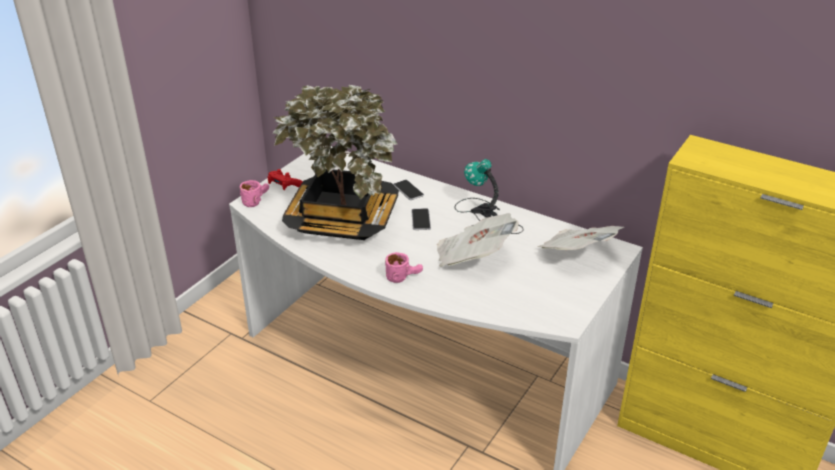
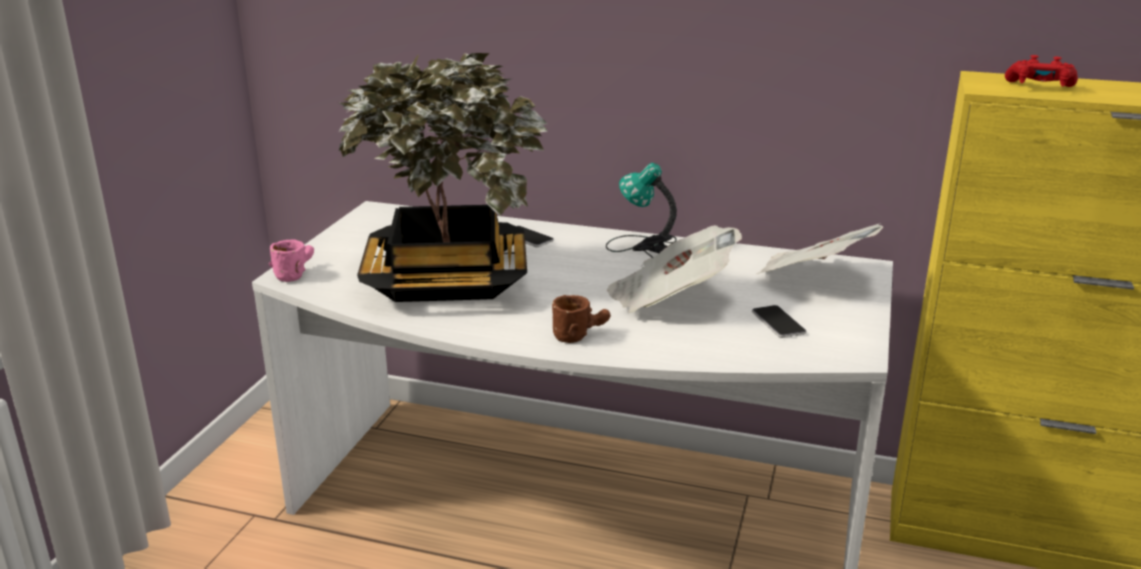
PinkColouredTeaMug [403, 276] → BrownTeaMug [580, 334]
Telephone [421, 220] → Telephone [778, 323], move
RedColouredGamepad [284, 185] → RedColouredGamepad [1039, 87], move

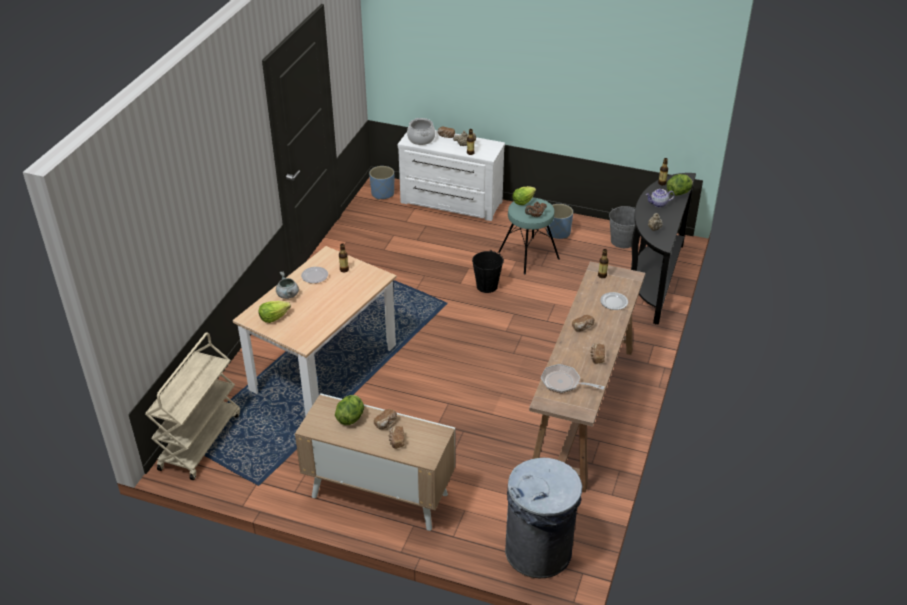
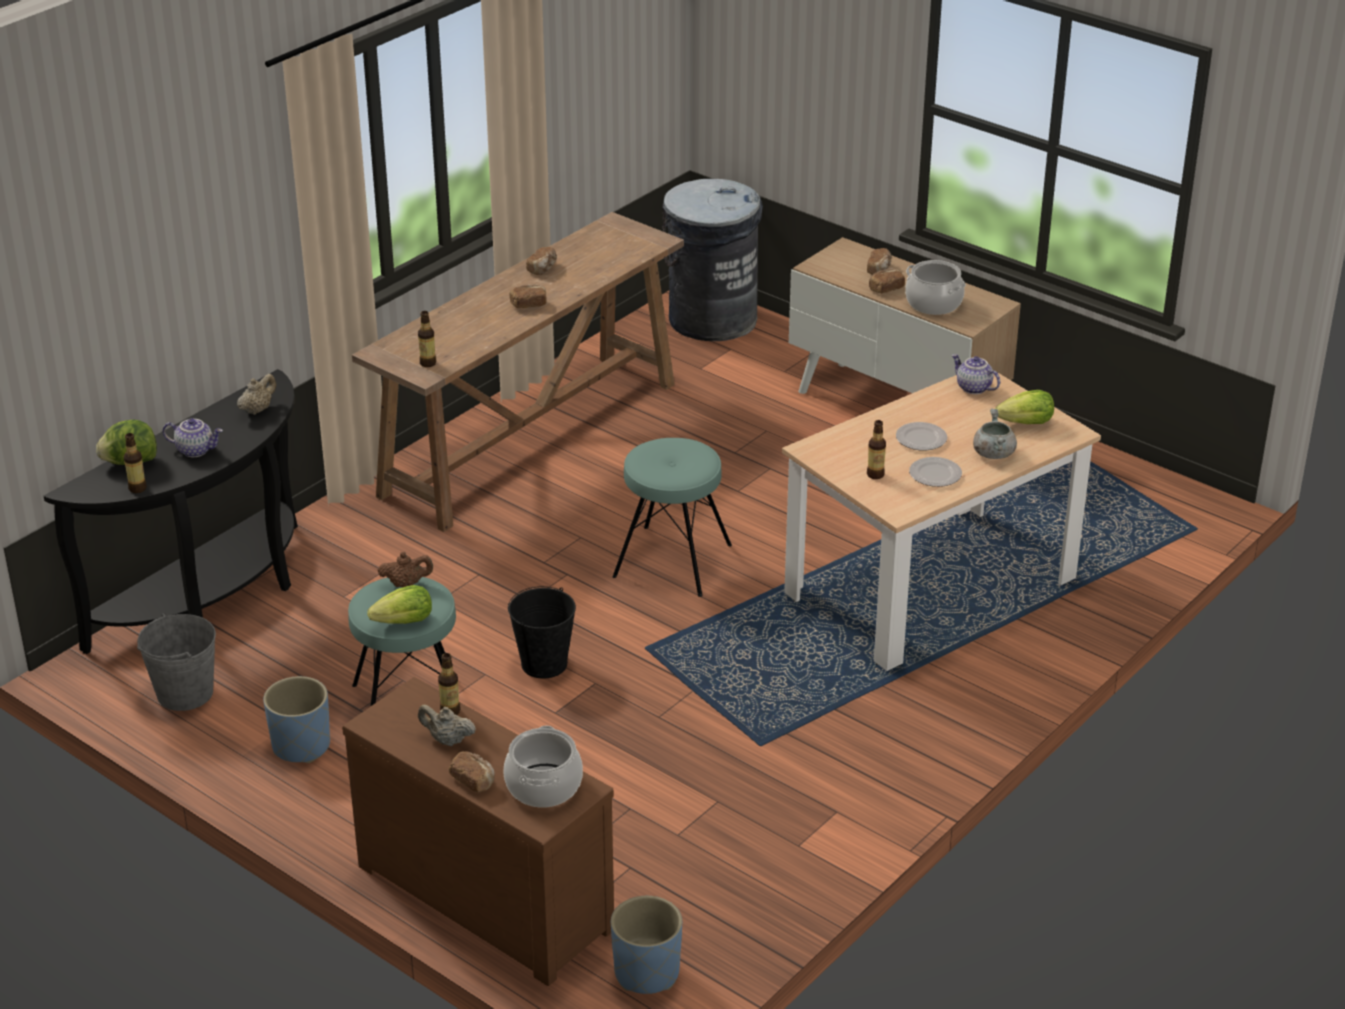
WhitishDrawerChest [450, 203] → BrownDrawerChest [489, 893]
- → TurquoiseSittingStool [672, 561]
Plate [614, 302] → Plate [920, 439], move
HeadOfLettuce [351, 417] → Saucepot [934, 303]
- → Teapot [973, 388]
SandColouredTrolley [200, 440] → -
Pan [564, 383] → -

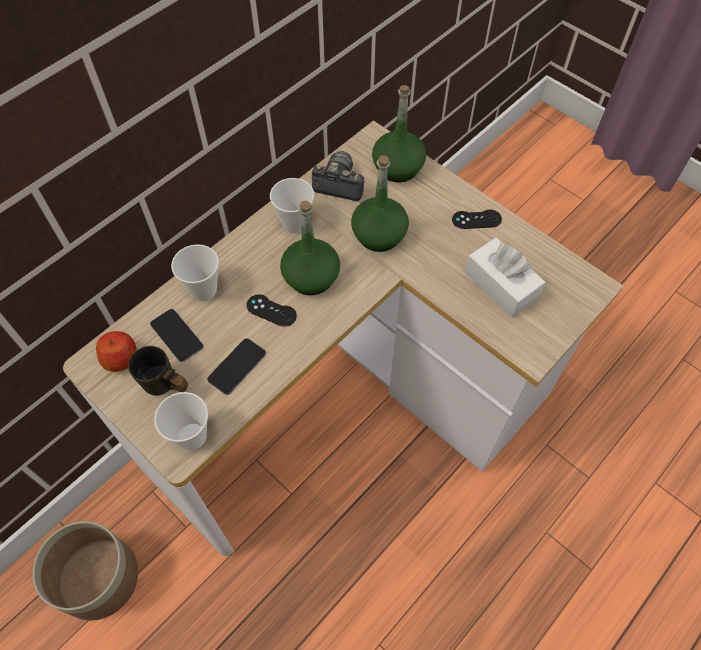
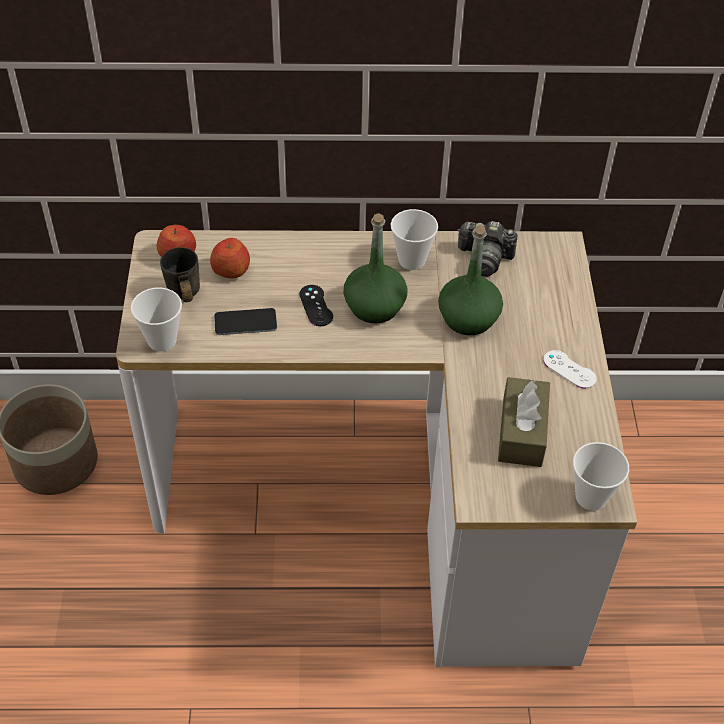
Telephone [176, 335] → Apple [231, 270]
PhotoCamera [339, 184] → PhotoCamera [485, 258], 135 degrees clockwise
WhitishTissueBox [501, 285] → BrownTissueBox [522, 432]
BlackishGamepad [476, 219] → WhitishGamepad [569, 369]
SmallCup [203, 290] → SmallCup [591, 497], move
GreenishDrinkBottle [397, 167] → -

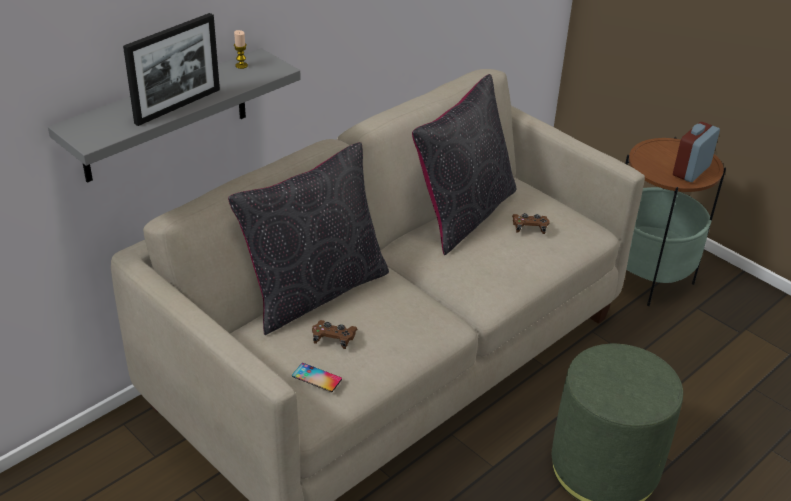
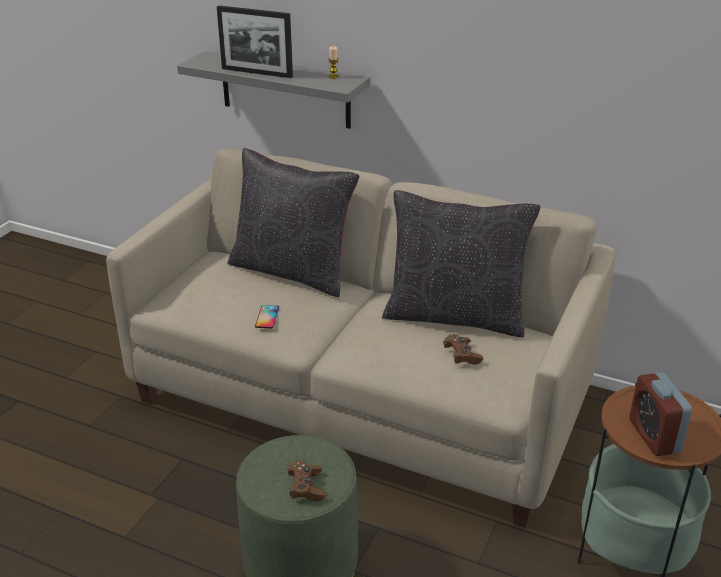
Telephone [316, 377] → Telephone [267, 317], move
BrownGamepad [333, 339] → BrownGamepad [306, 487], move
BedsideClock [691, 170] → BedsideClock [654, 436], 120 degrees counterclockwise

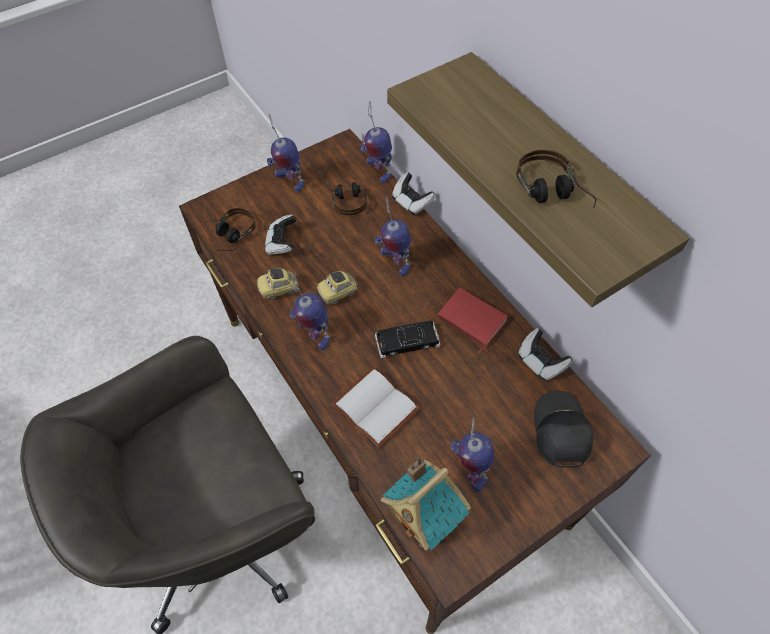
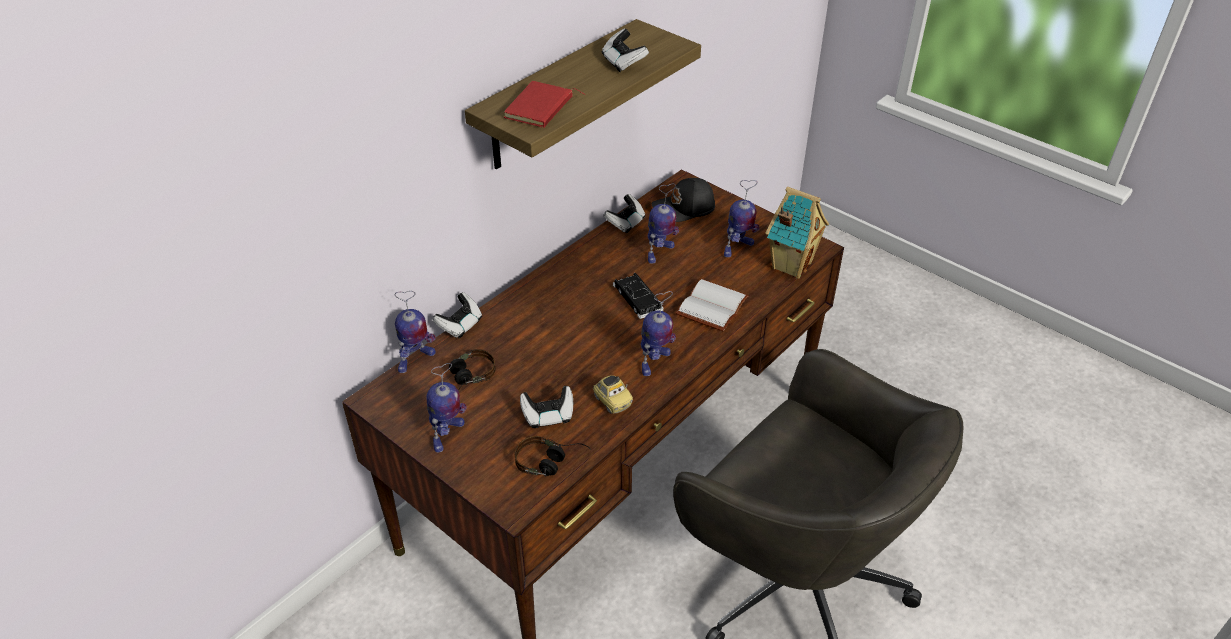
RedColouredVolume [470, 320] → RedColouredVolume [541, 109], move
Headset [552, 195] → Gamepad [623, 62]
ToyRobot [394, 261] → ToyRobot [659, 253], move
MiniatureCar [338, 293] → -

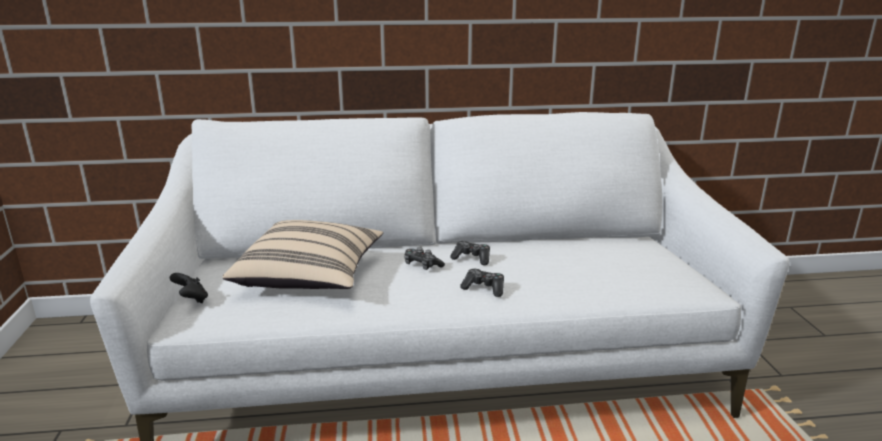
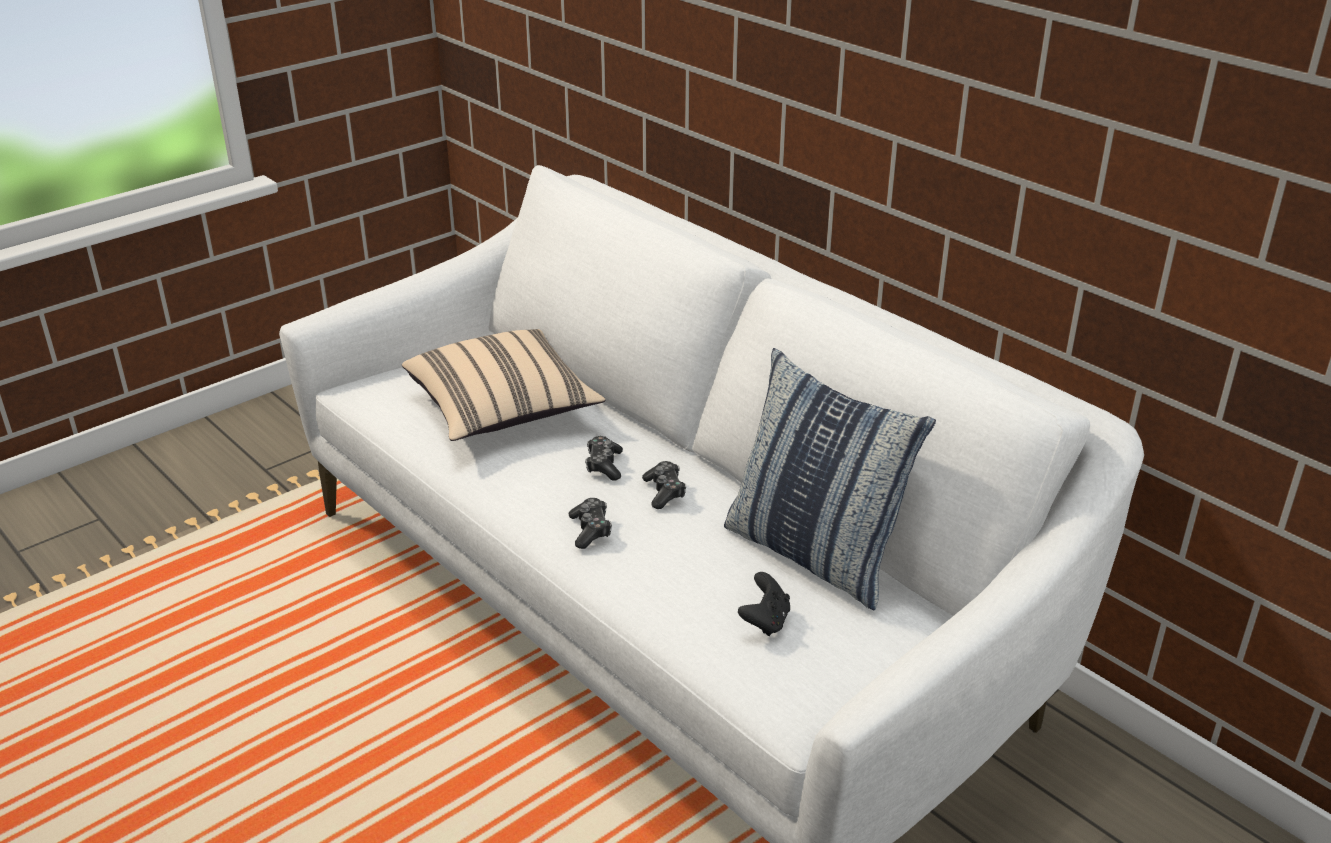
- → Cushion [814, 554]
BlackishGamepad [192, 300] → BlackishGamepad [765, 621], move

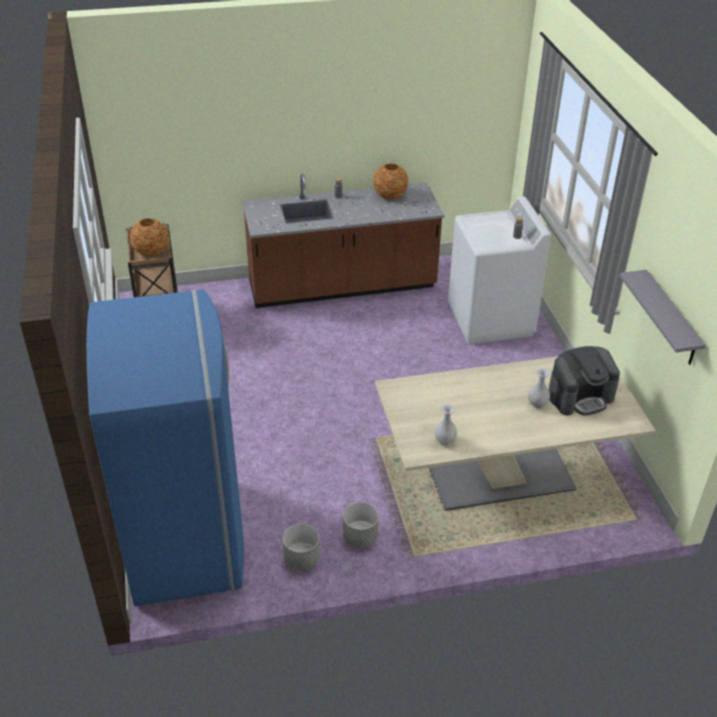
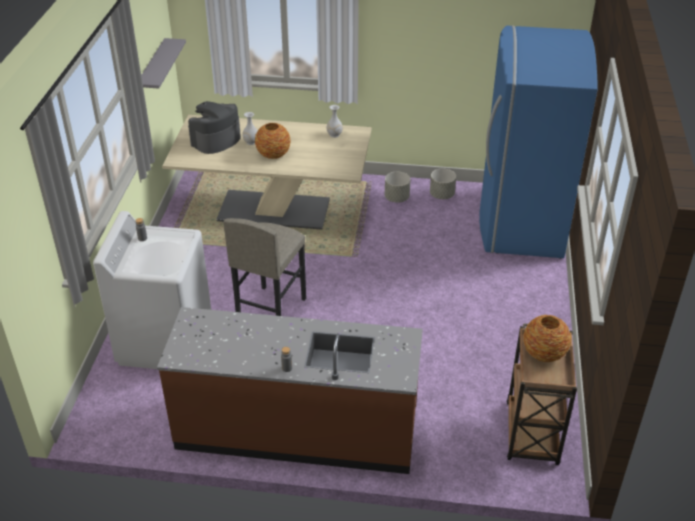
CoffeeMachine [580, 396] → CoffeeMachine [216, 140], 45 degrees counterclockwise
- → GraySittingStool [270, 311]
DecorativeVase [389, 195] → DecorativeVase [273, 155], move

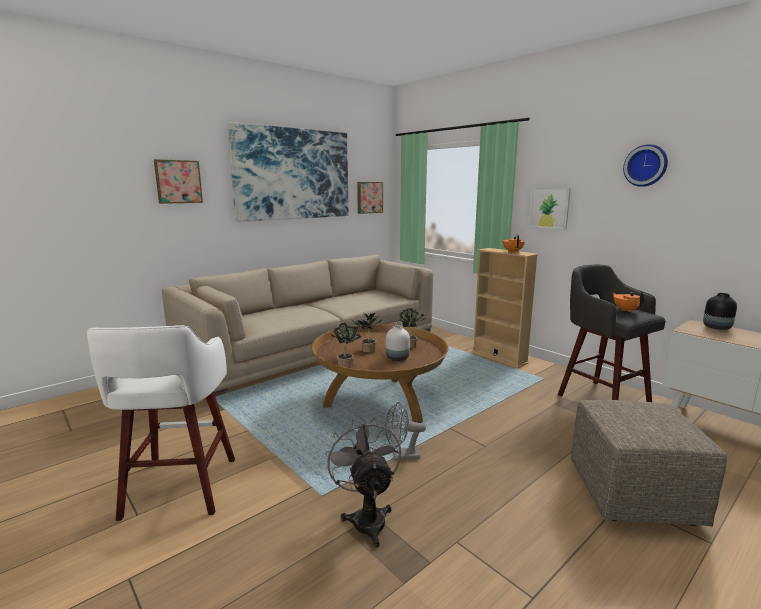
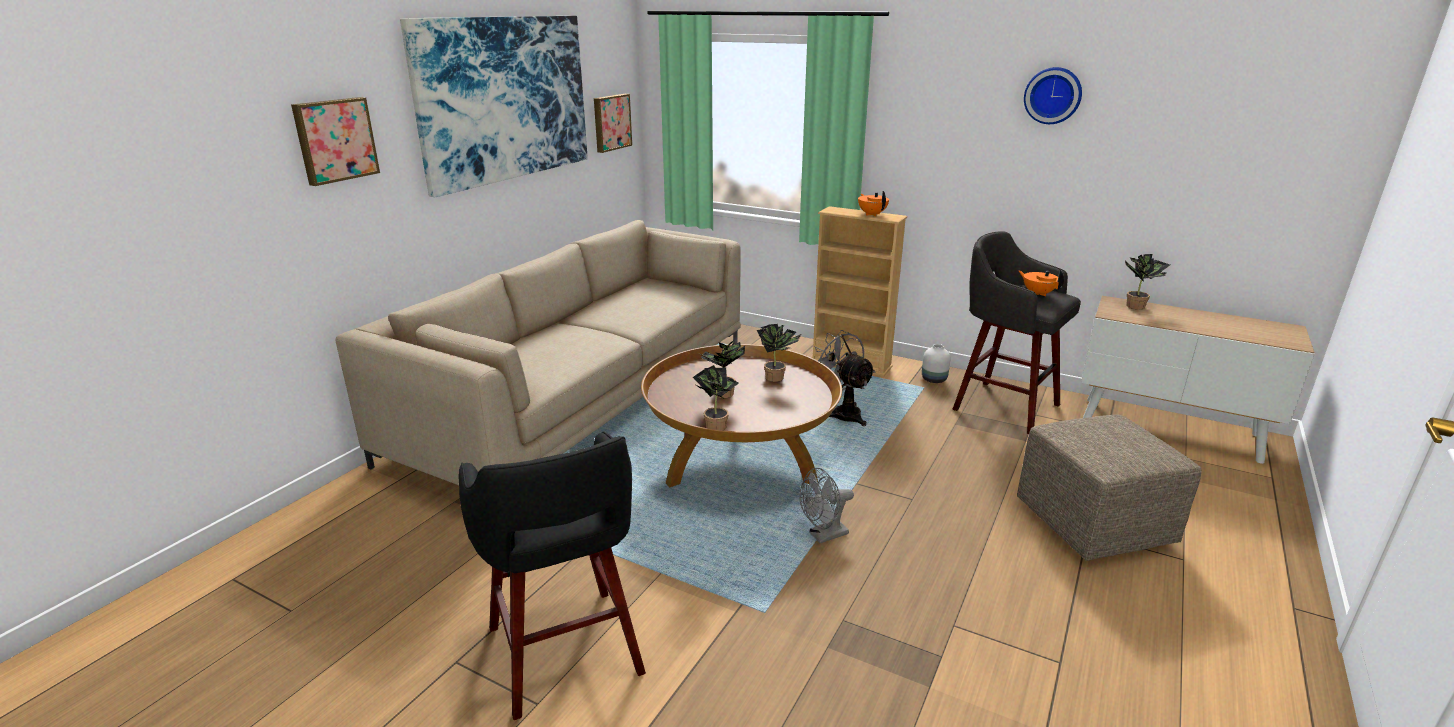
WhitishSittingStool [179, 489] → BlackishSittingStool [566, 654]
GrayElectricFan [367, 517] → GrayElectricFan [841, 413], move
WhitishDecorativeVase [397, 358] → WhitishDecorativeVase [933, 379], move
BlackishDecorativeVase [717, 328] → PottedPlant [1136, 305]
WallPicture [549, 207] → -

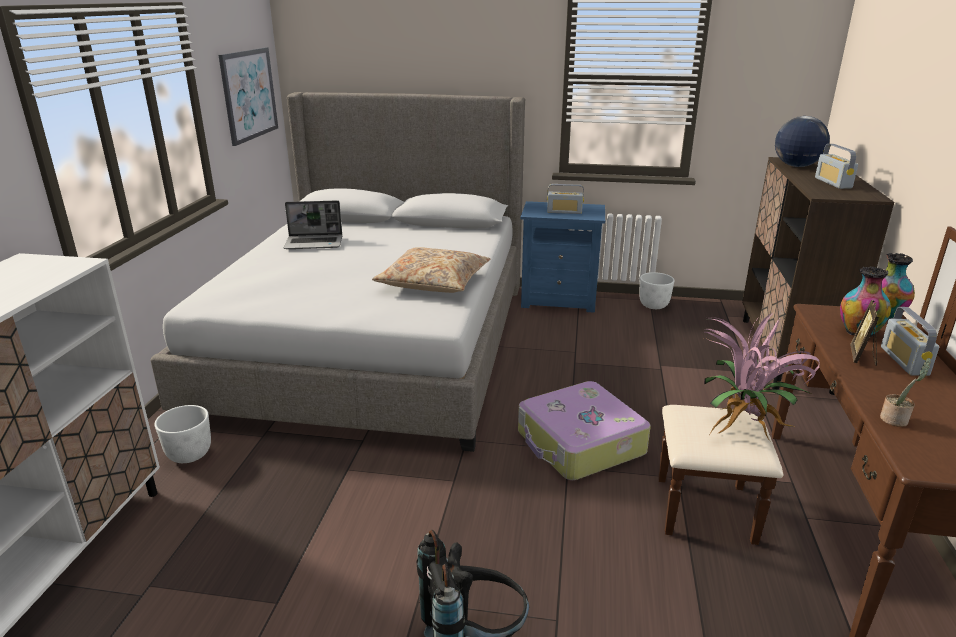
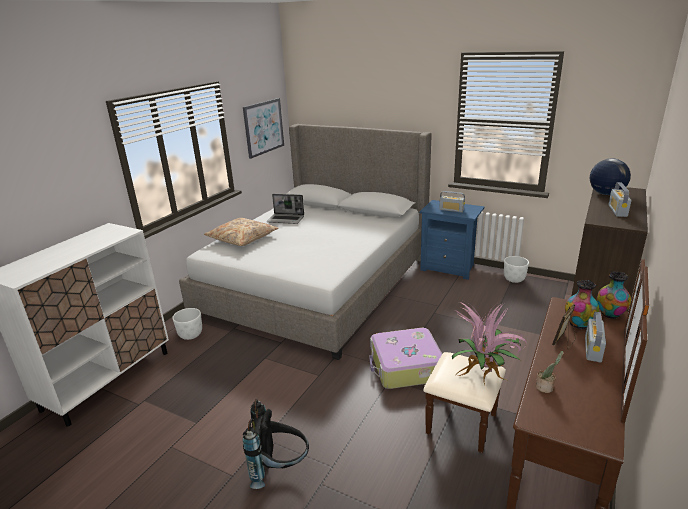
SandColouredCushion [433, 282] → SandColouredCushion [242, 238], move

